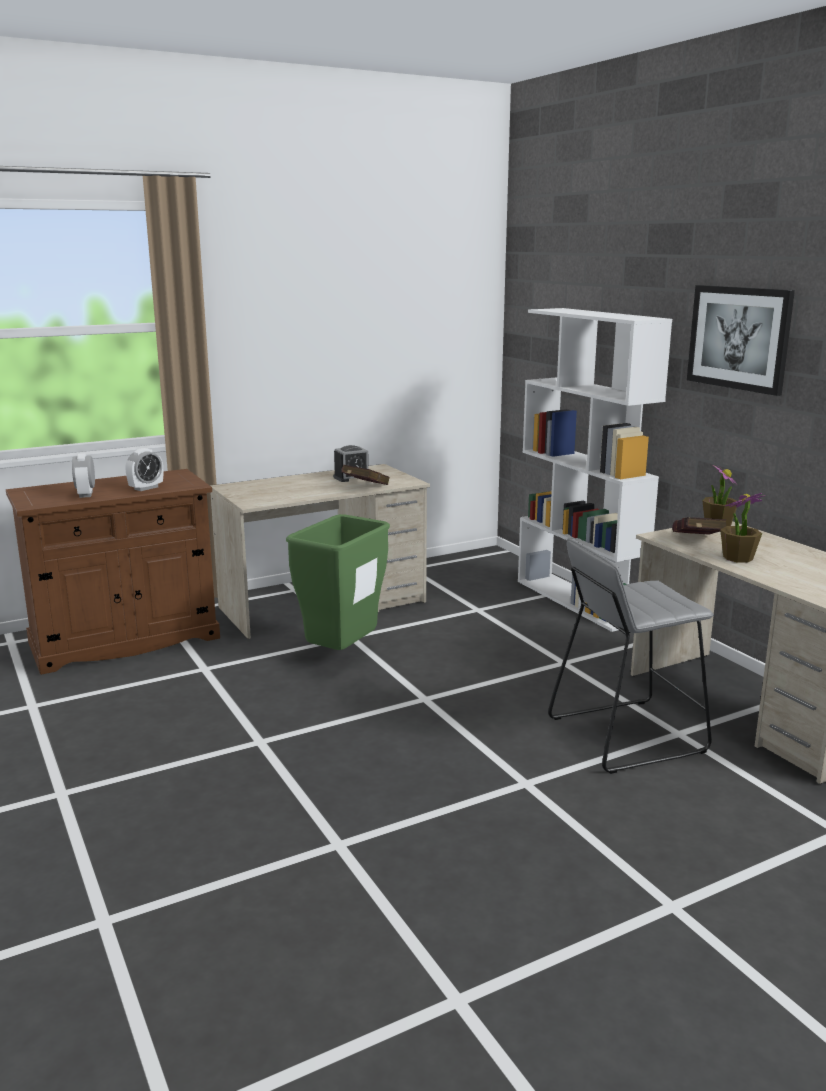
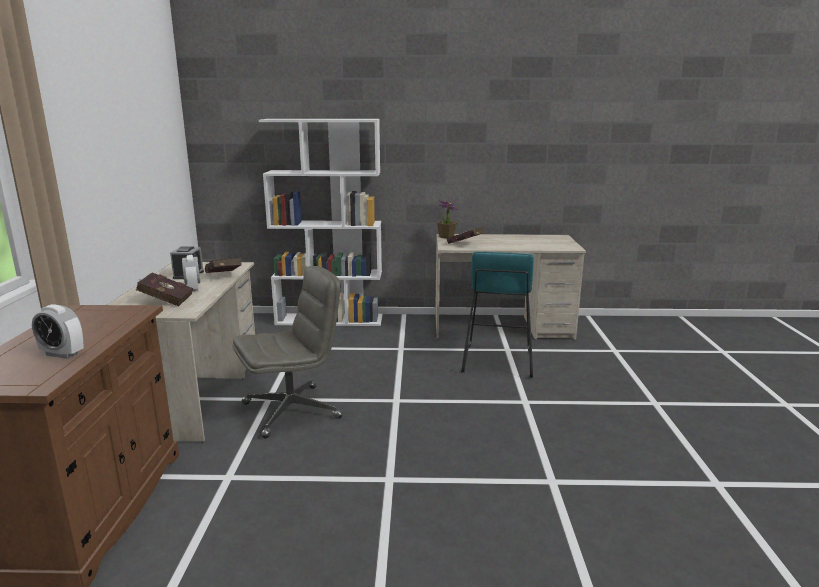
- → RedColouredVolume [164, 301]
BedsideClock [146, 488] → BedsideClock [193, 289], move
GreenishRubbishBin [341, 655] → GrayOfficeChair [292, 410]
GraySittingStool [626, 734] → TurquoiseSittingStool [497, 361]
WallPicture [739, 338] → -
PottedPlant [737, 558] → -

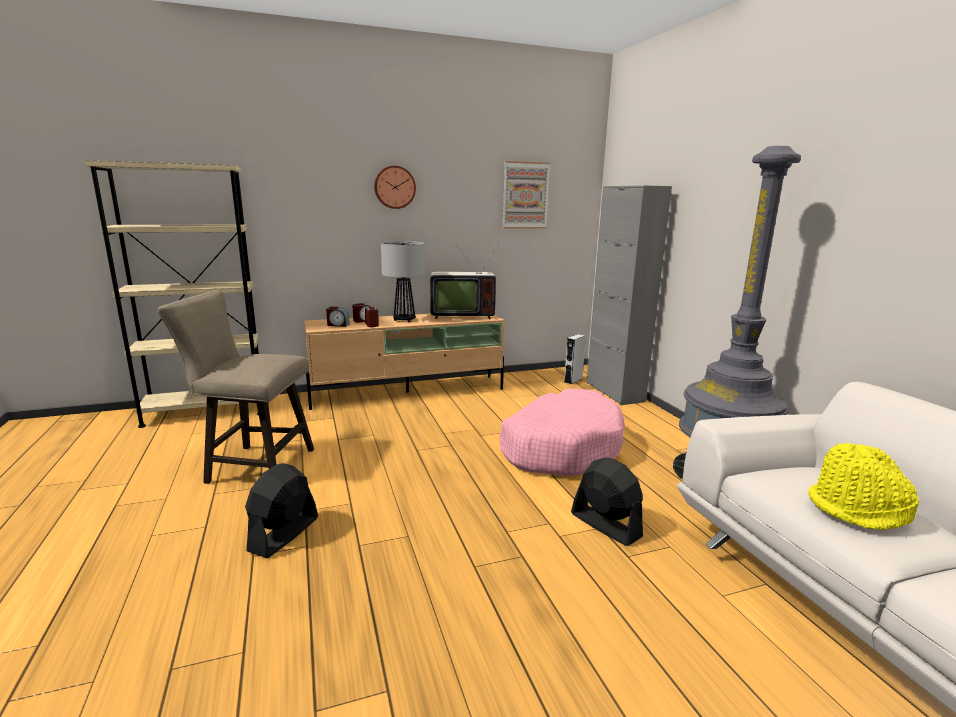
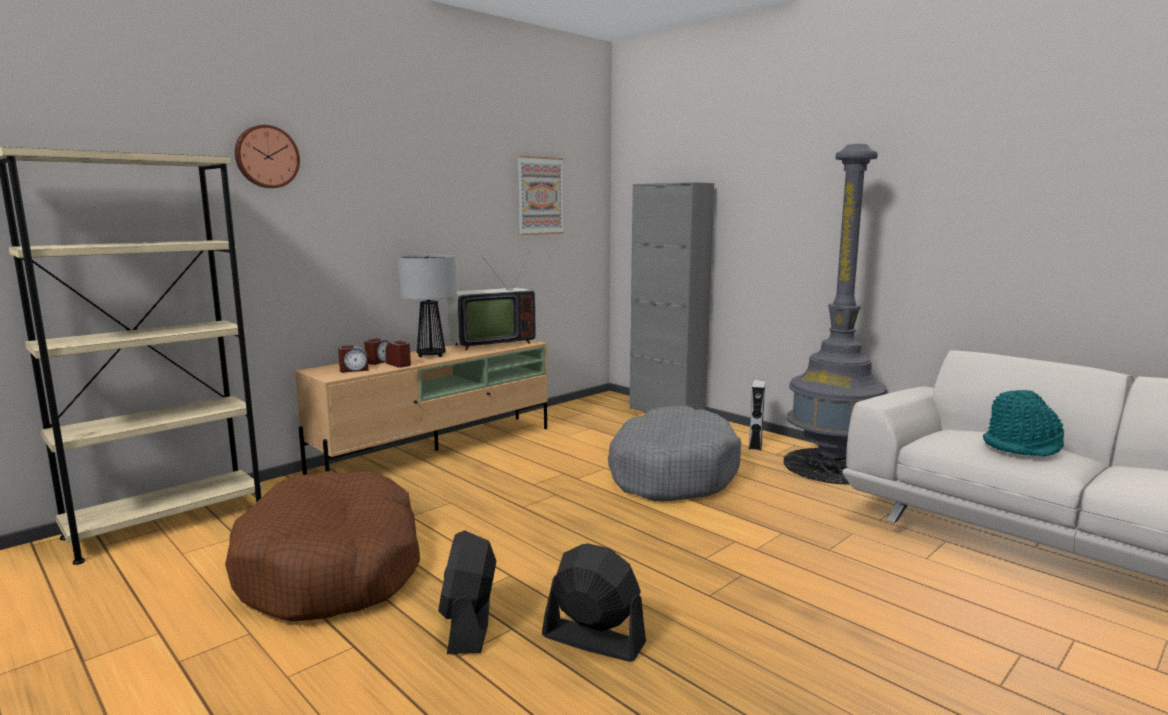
SandColouredSittingStool [253, 466] → BrownPetBed [332, 568]
WallClock [394, 187] → WallClock [266, 157], move
BlackishElectricFan [605, 525] → BlackishElectricFan [593, 639], move
PinkColouredPetBed [561, 447] → GrayPetBed [671, 473]
GrayAudioSpeaker [573, 380] → GrayAudioSpeaker [755, 444], move
YellowColouredWearableHat [858, 510] → TurquoiseWearableHat [1022, 447]

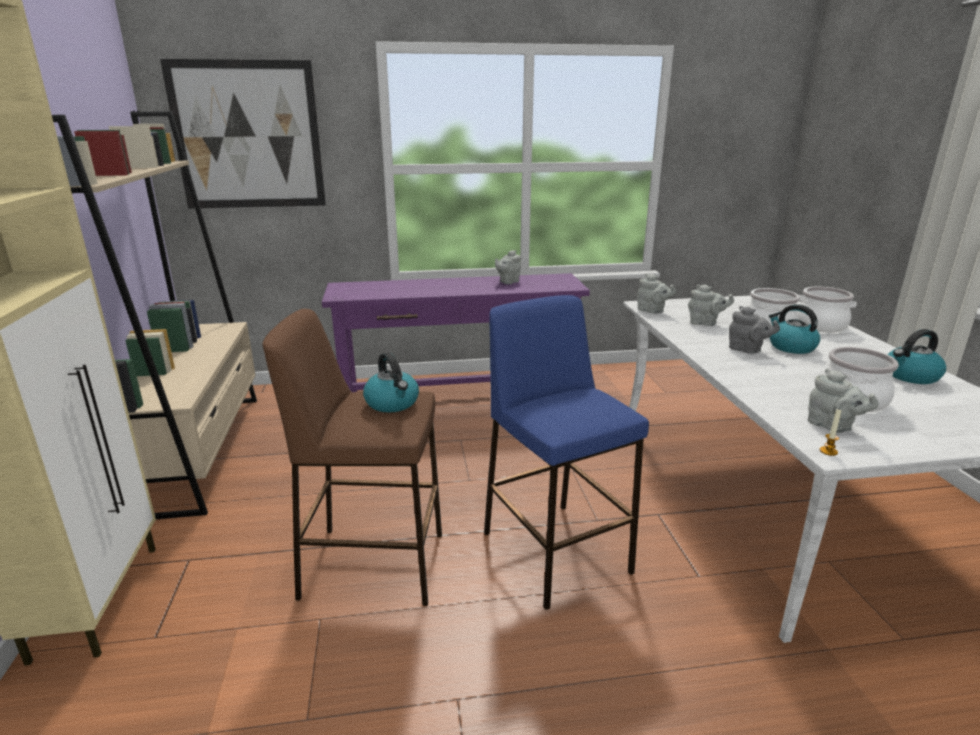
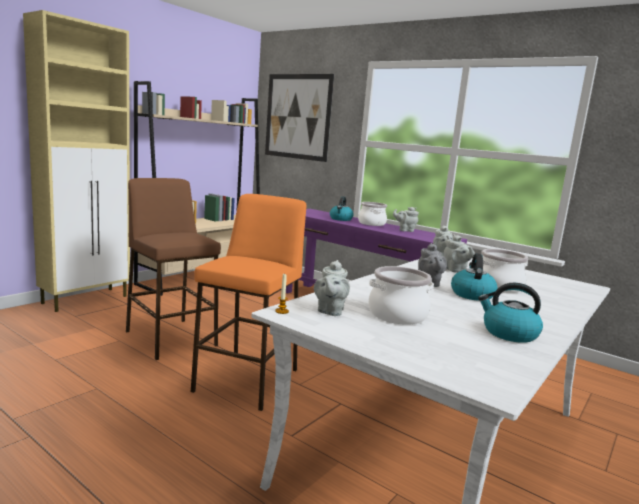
BlueColouredSittingStool [555, 551] → OrangeySittingStool [247, 380]
WaterKettle [392, 403] → WaterKettle [341, 219], move
Saucepot [820, 326] → Saucepot [372, 223], move

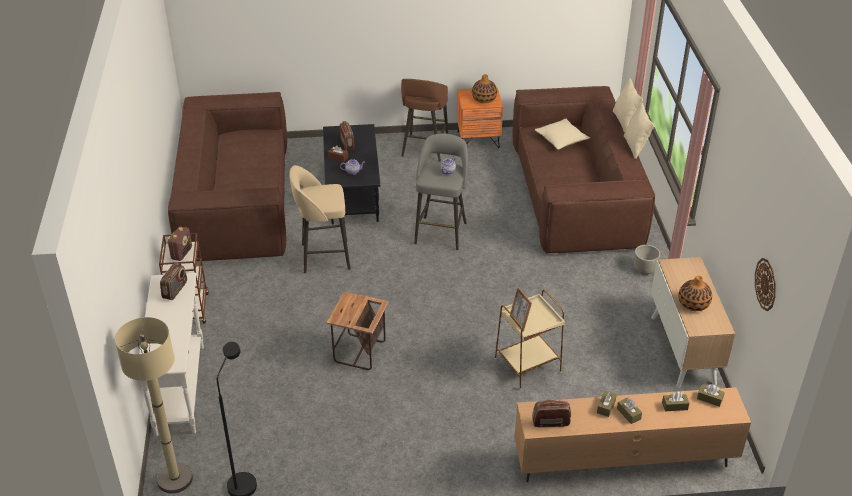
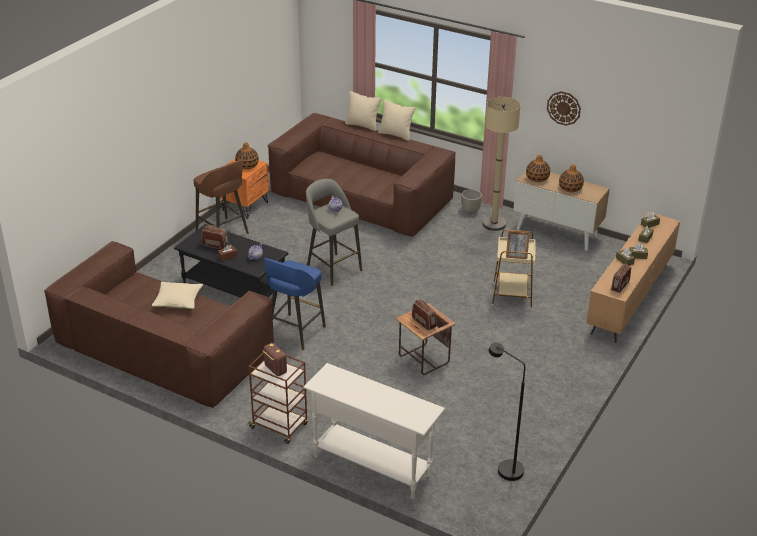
SandColouredCushion [561, 140] → SandColouredCushion [178, 301], move
SandColouredSittingStool [323, 257] → BlueColouredSittingStool [295, 333]
RadioReceiver [175, 290] → RadioReceiver [424, 322], move
SandColouredFloorLamp [175, 479] → SandColouredFloorLamp [494, 224], move
- → DecorativeVase [537, 178]
WallClock [766, 284] → WallClock [563, 108], move

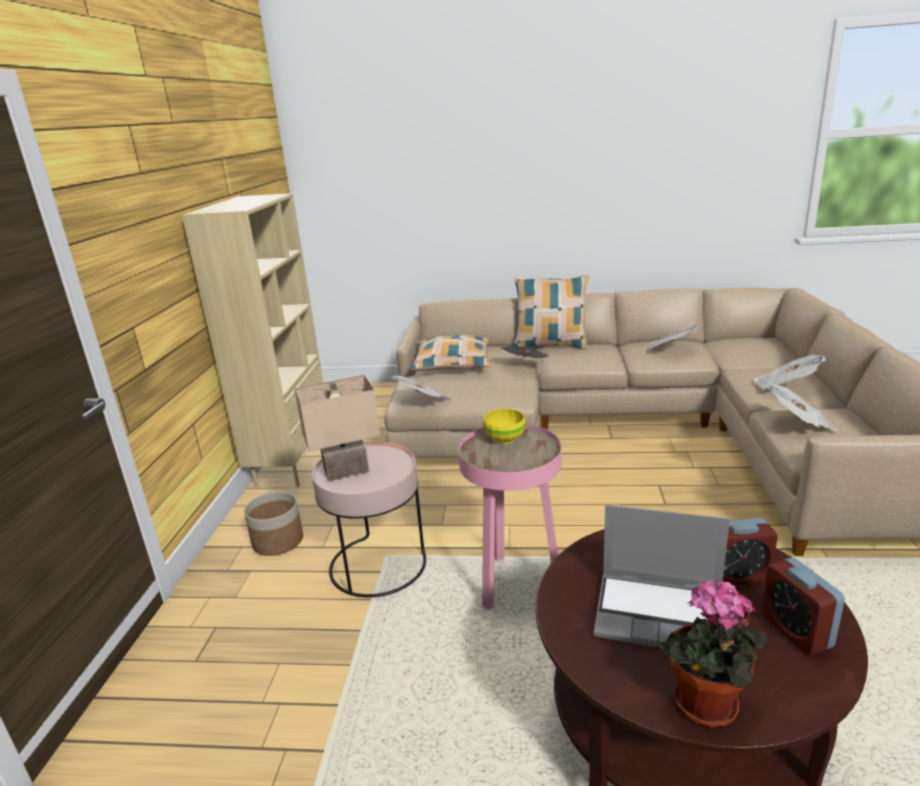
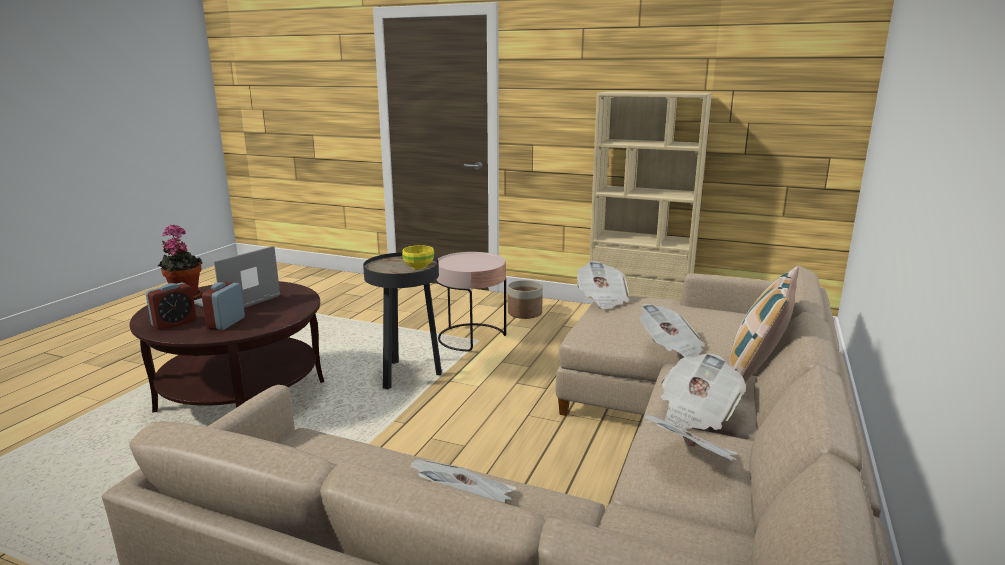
BedsideClock [796, 630] → BedsideClock [174, 323], 135 degrees clockwise
PinkColouredSideTable [514, 583] → BlackishSideTable [407, 375]
DailyPaper [799, 424] → DailyPaper [696, 412], move
SandColouredTableLamp [346, 469] → -
Cushion [452, 363] → -

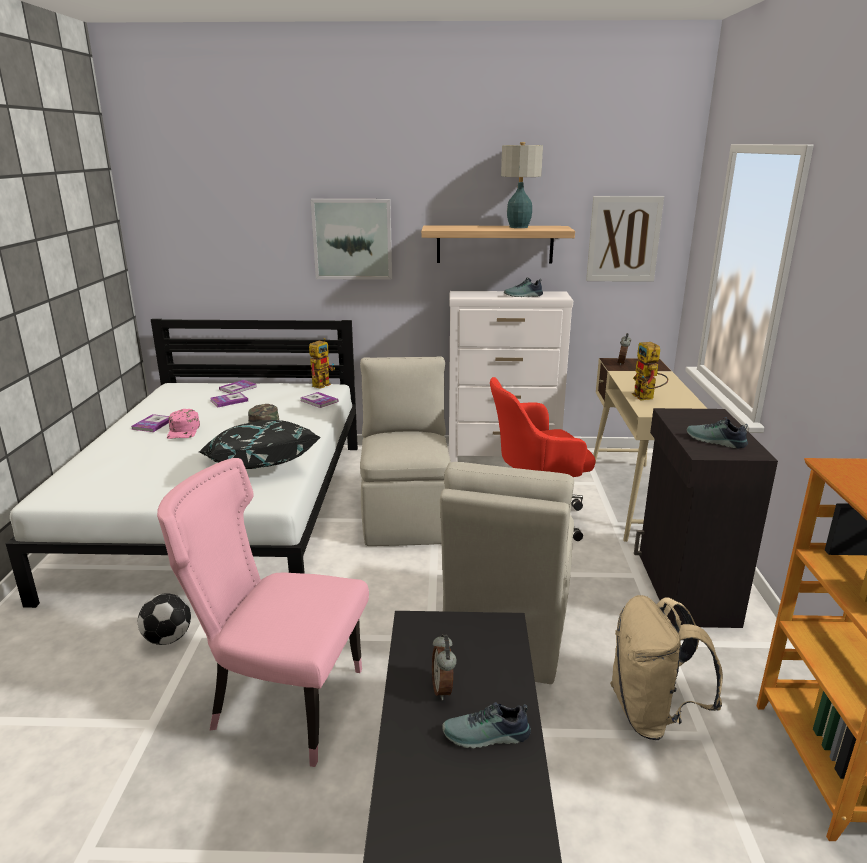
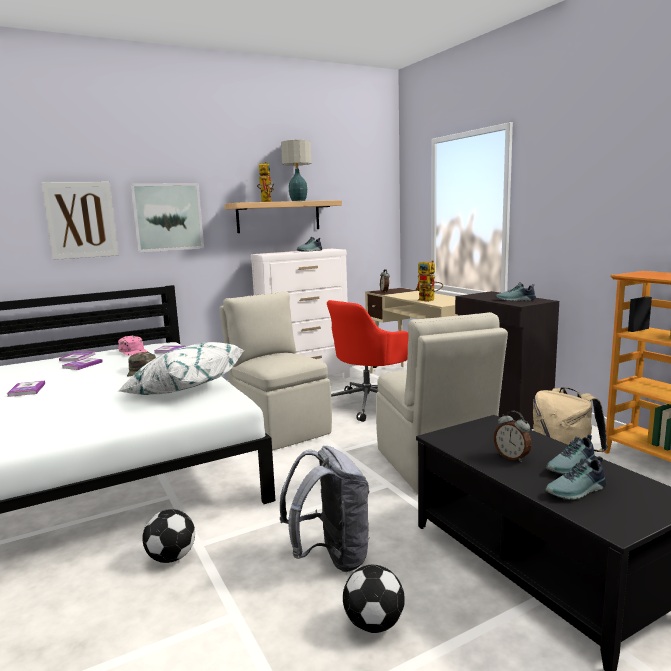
WallPicture [623, 239] → WallPicture [81, 220], move
PinkColouredCap [184, 430] → PinkColouredCap [134, 351], move
BlackishCushion [259, 465] → WhitishCushion [183, 390]
ToyRobot [322, 384] → ToyRobot [266, 202], move
PinkColouredUprightChair [281, 703] → GrayKnapsack [331, 557]
- → FootballBall [373, 623]
- → ItemOfFootwear [577, 491]

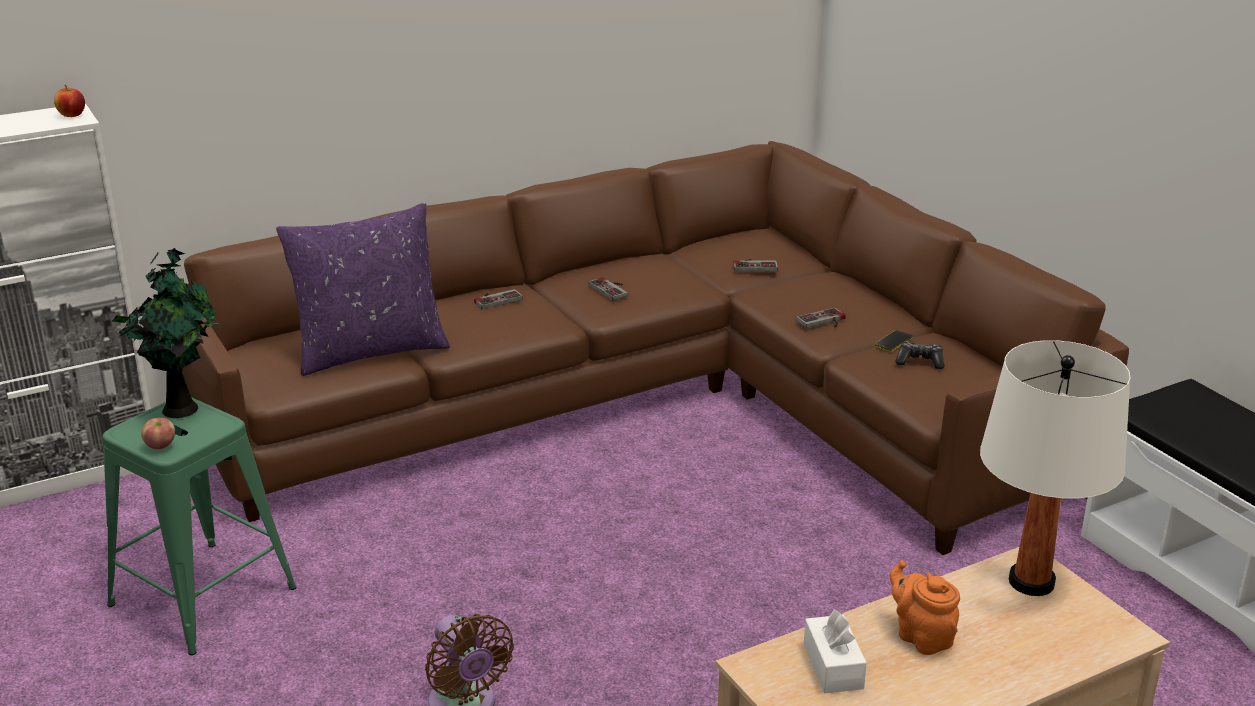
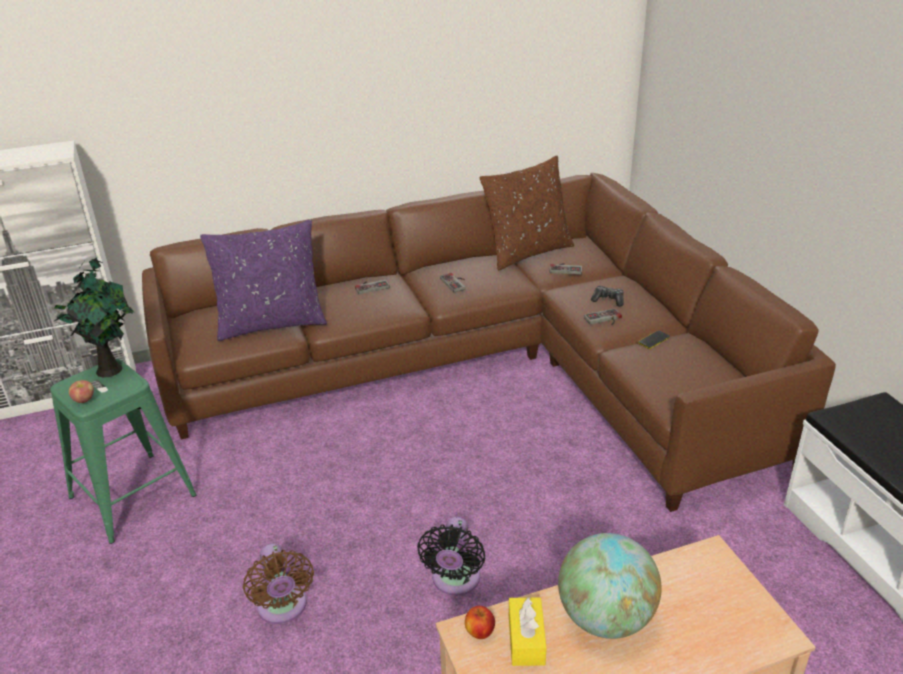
- → BlackishElectricFan [455, 581]
Apple [72, 115] → Apple [480, 632], move
- → BrownCushion [527, 252]
WhitishTissueBox [833, 666] → YellowColouredTissueBox [526, 639]
OrangeyTeapot [921, 637] → Globe [605, 618]
Gamepad [920, 362] → Gamepad [608, 300], move
WhitishTableLamp [1030, 582] → -

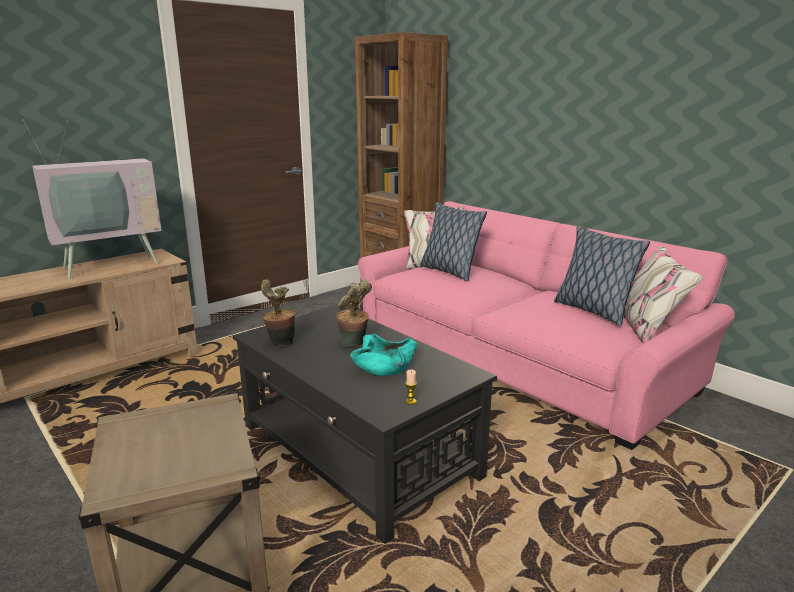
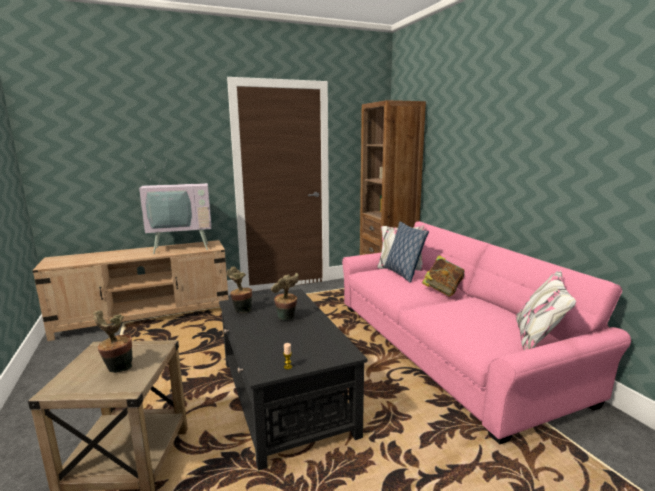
- → PottedPlant [117, 369]
- → Volume [442, 290]
TurquoiseBowl [385, 366] → -
Cushion [592, 310] → -

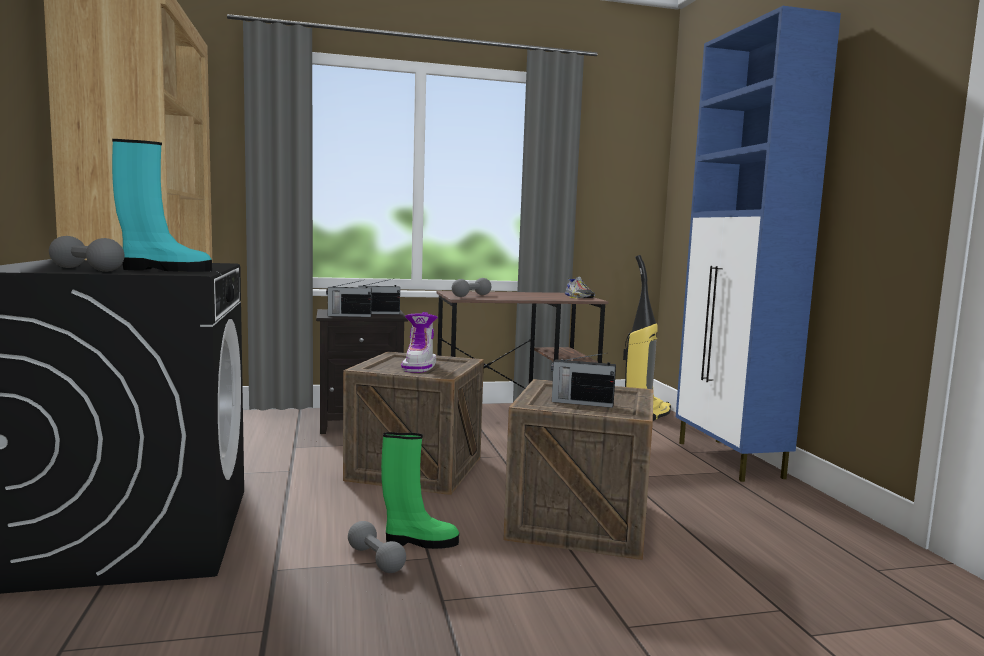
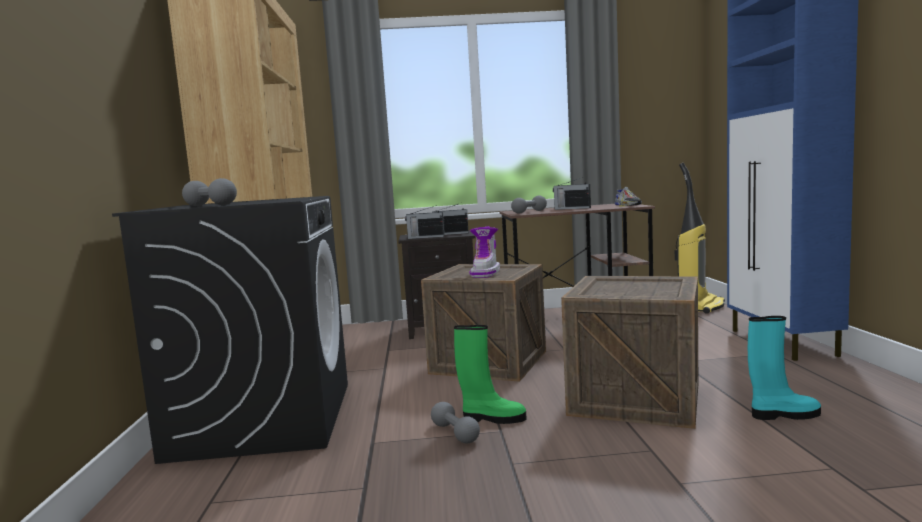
RadioReceiver [581, 403] → RadioReceiver [571, 208], move
TurquoiseTallBoot [164, 270] → TurquoiseTallBoot [783, 415], move

